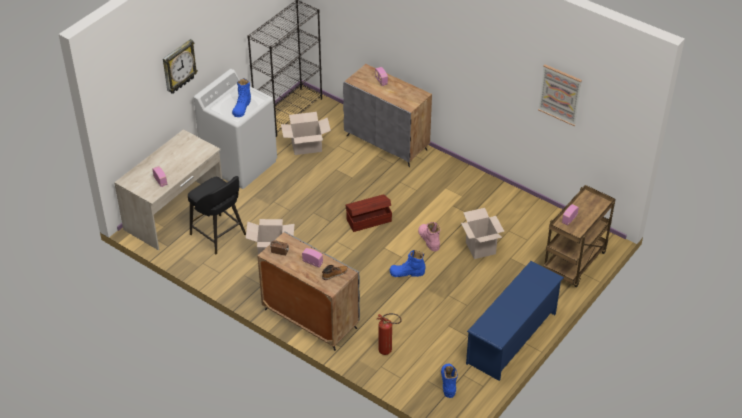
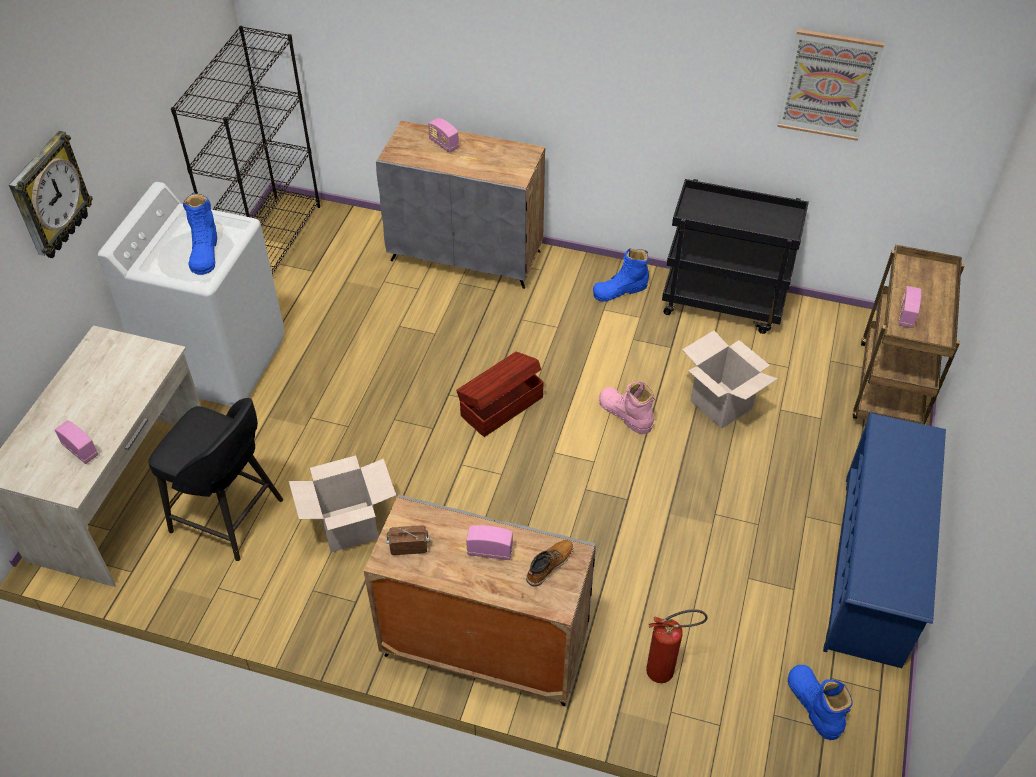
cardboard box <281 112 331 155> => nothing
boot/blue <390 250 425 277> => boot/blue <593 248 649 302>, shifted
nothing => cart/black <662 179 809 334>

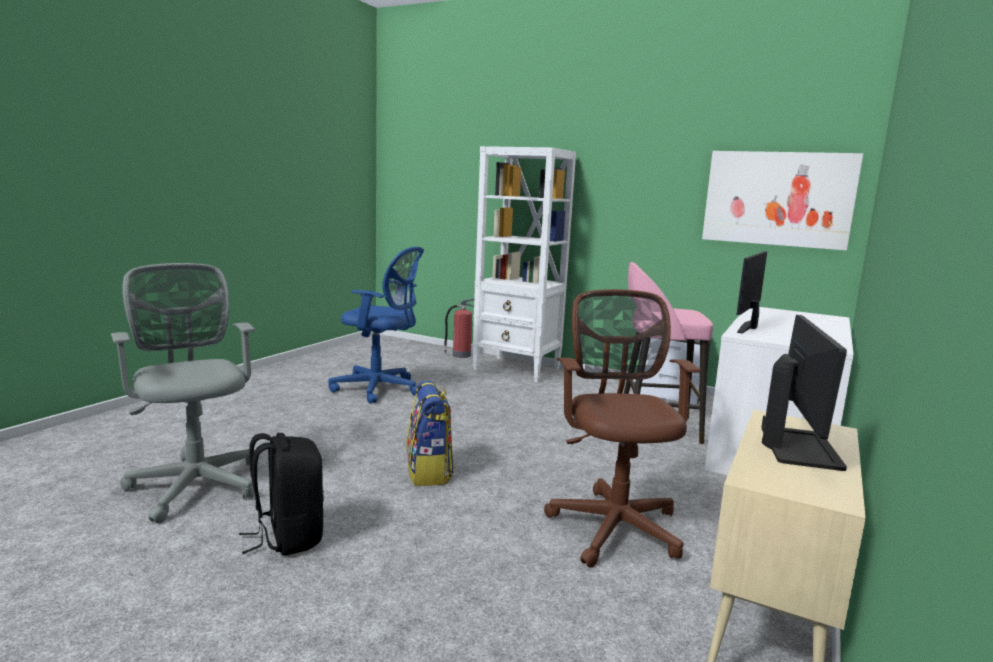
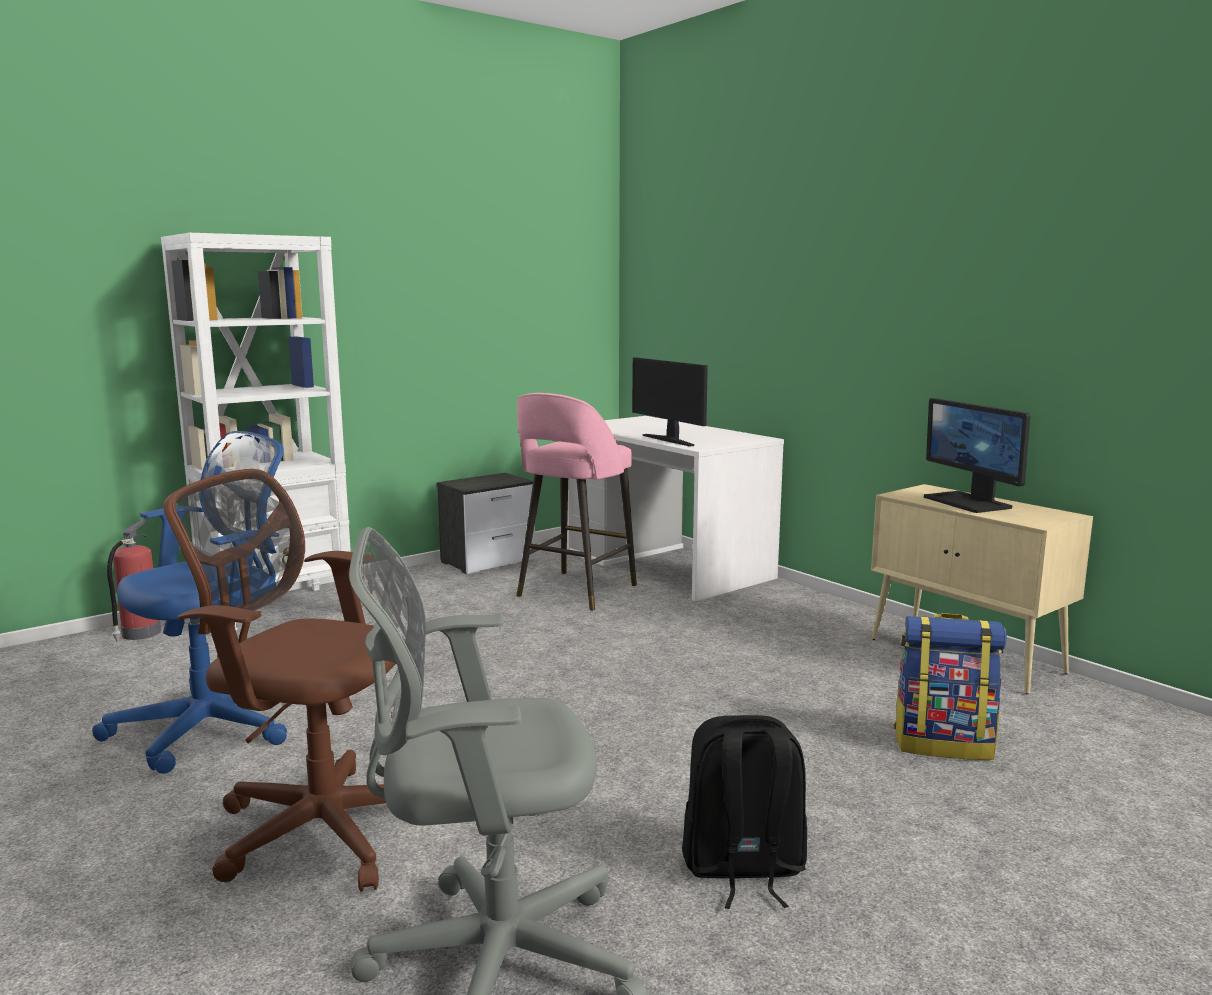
picture <702 151 863 250> => nothing
office chair/brown <544 289 701 568> => office chair/brown <164 469 395 892>, shifted
monitor <761 315 847 471> => monitor <924 398 1030 513>, 150 degrees counterclockwise
backpack <406 380 454 486> => backpack <894 613 1007 760>, shifted

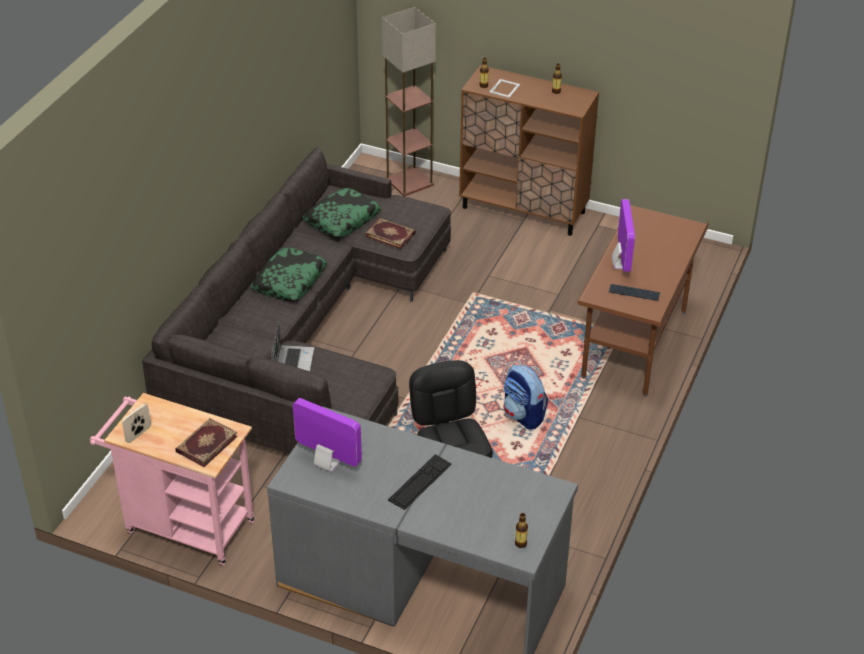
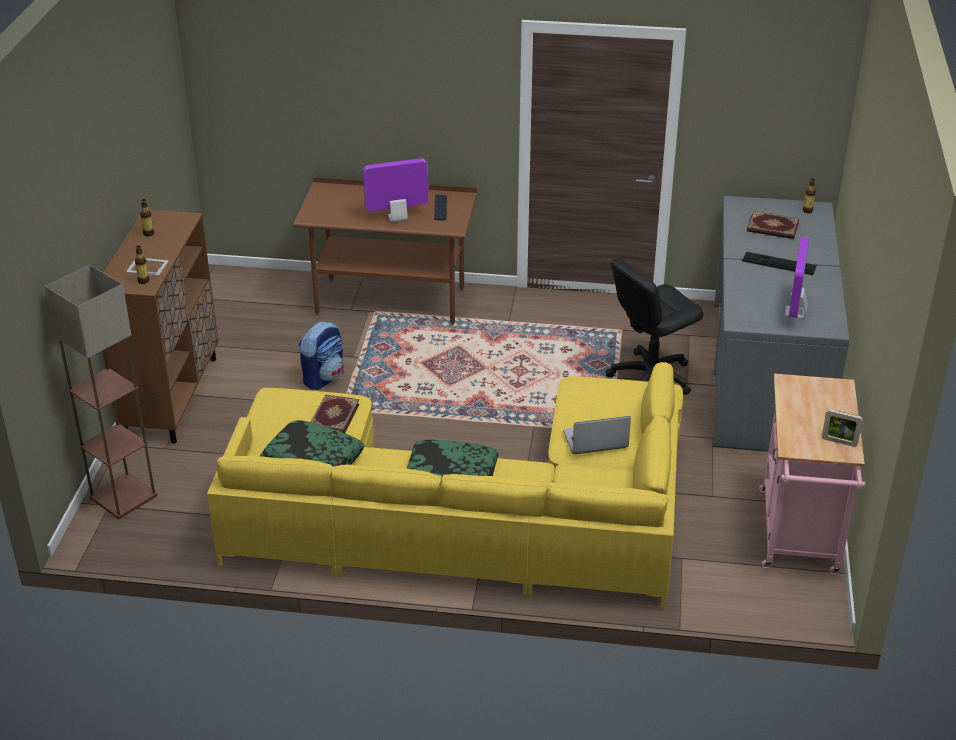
sofa/grey <142 147 451 454> => sofa/yellow <207 362 683 608>
backpack <504 364 548 429> => backpack <299 322 343 390>, shifted
book <175 418 237 467> => book <747 211 800 239>, shifted

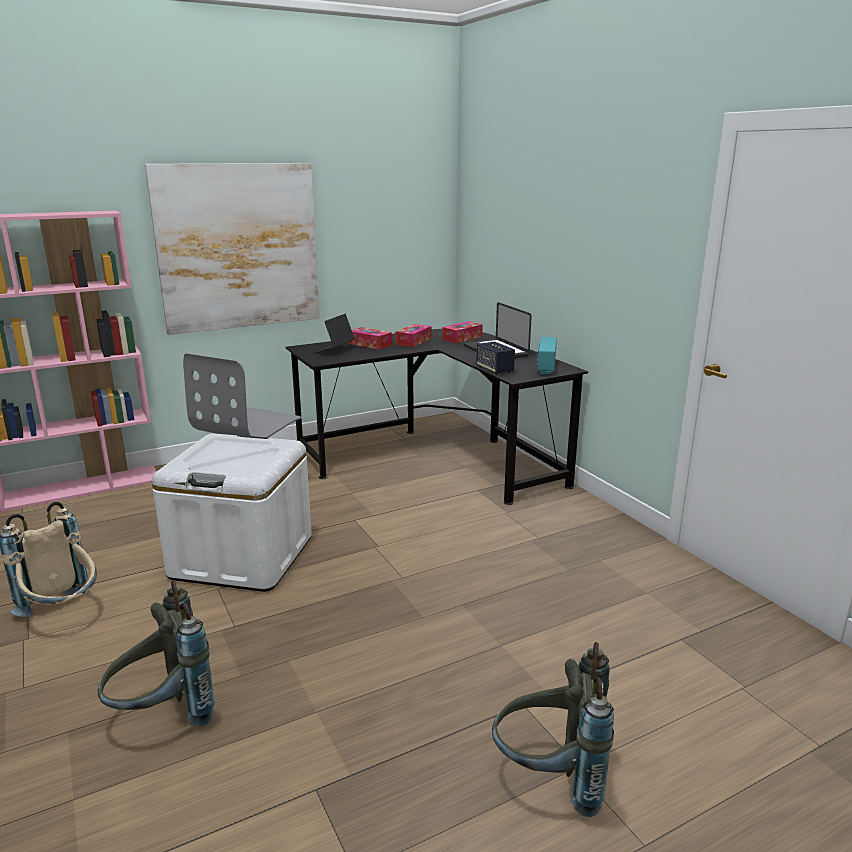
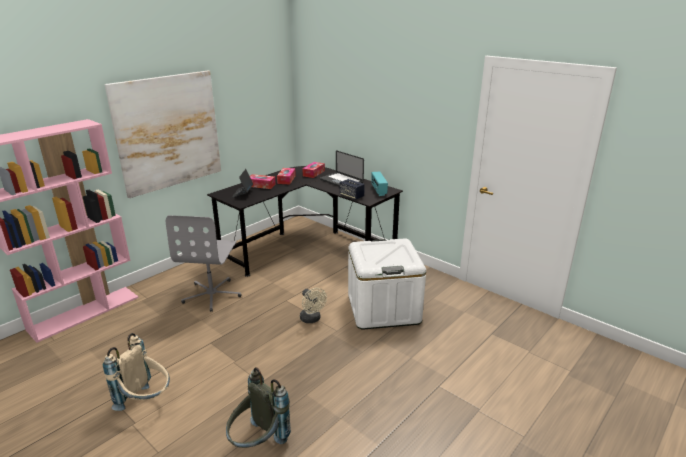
storage box/white <152 433 312 592> => storage box/white <348 238 426 330>, shifted
backpack/grey <492 642 614 817> => nothing
nothing => fan/beige <300 288 327 323>

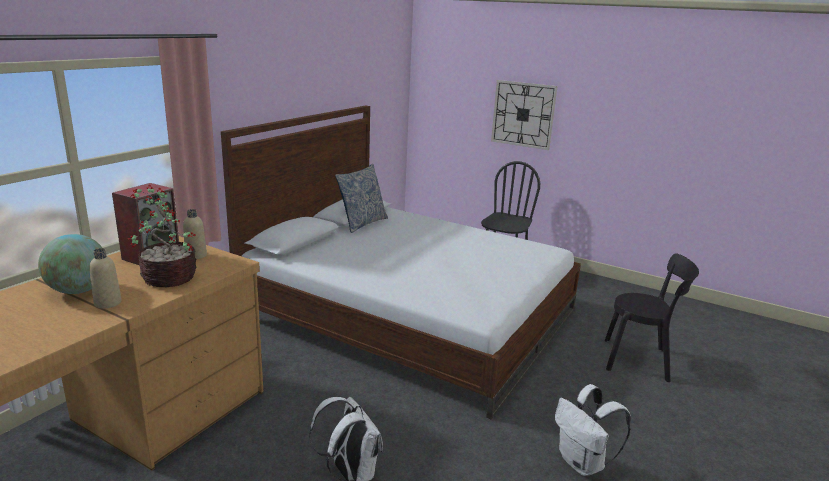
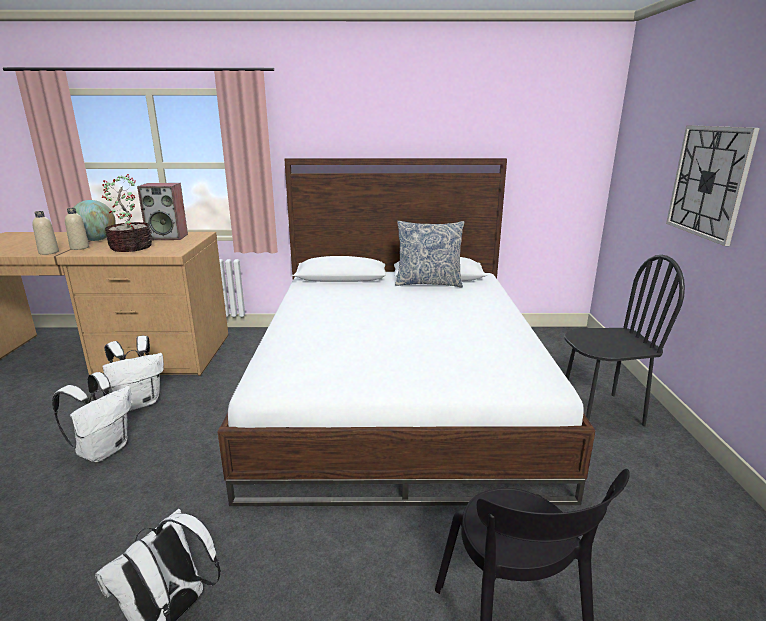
bottle/beige <183 209 207 259> => bottle/beige <32 211 59 255>, shifted
nothing => backpack/white <102 336 164 411>

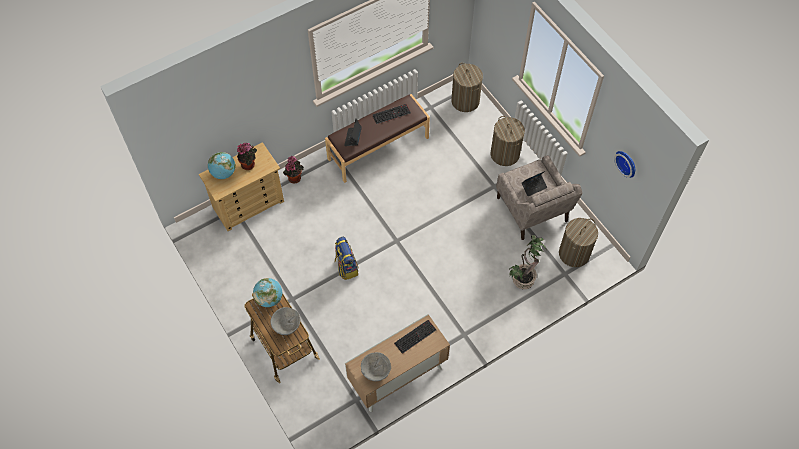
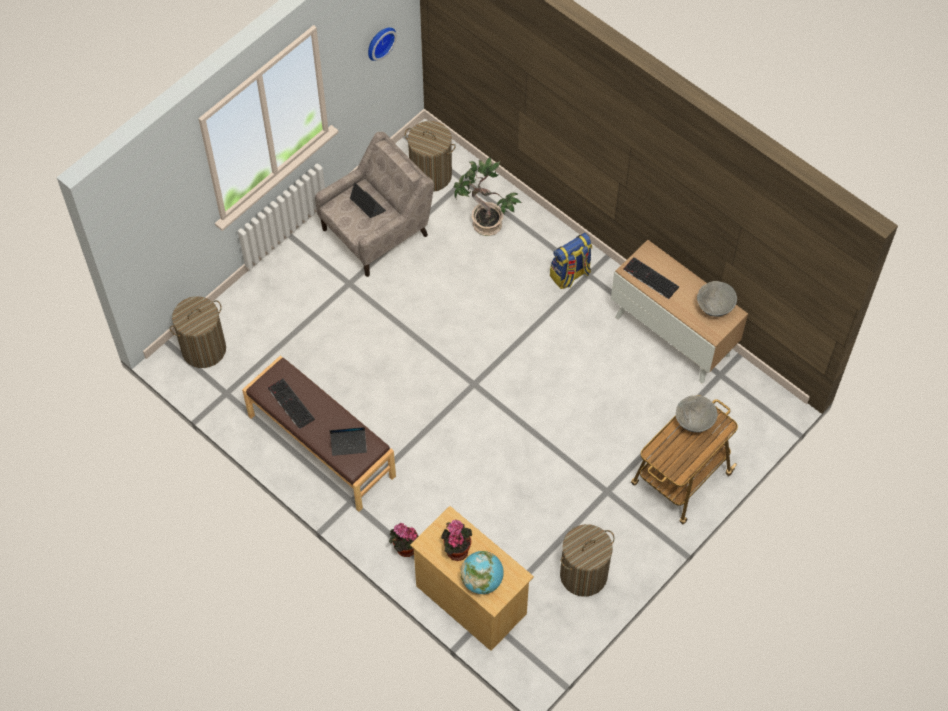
laundry basket <491 116 525 166> => laundry basket <560 524 615 597>, shifted
backpack <335 237 358 280> => backpack <550 233 592 289>, shifted
globe <253 278 282 307> => nothing

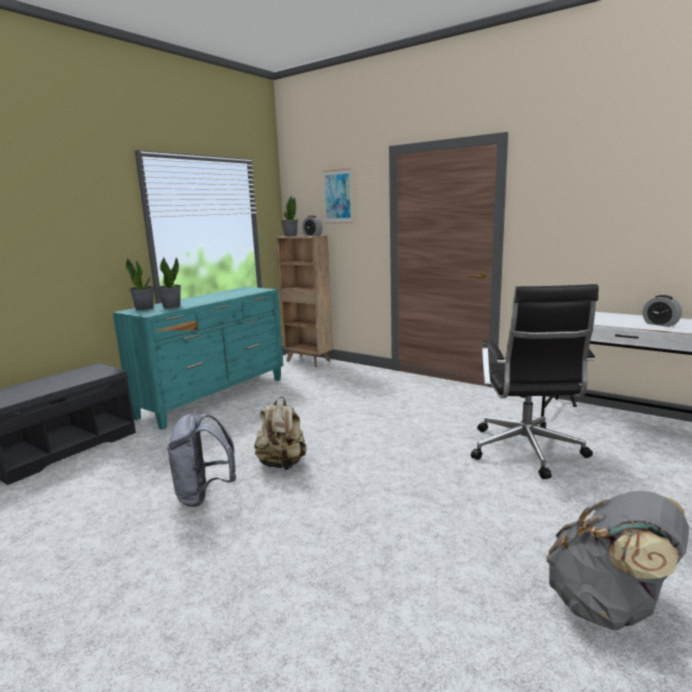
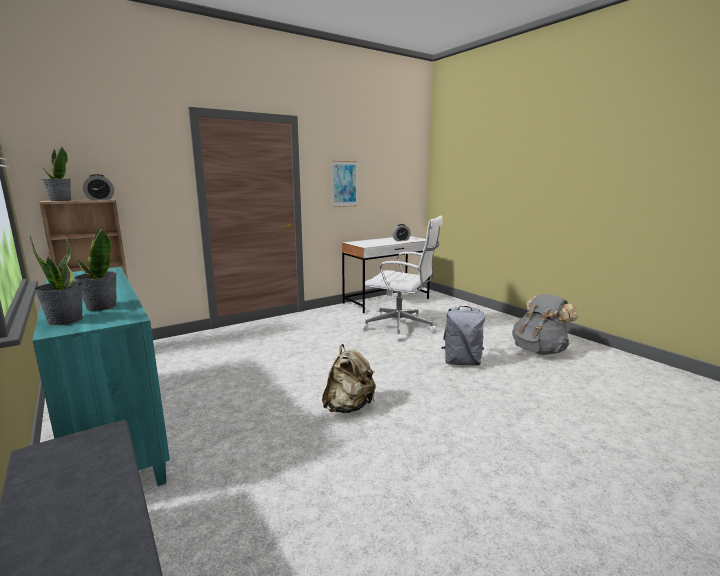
picture <323 168 353 224> => picture <332 161 357 207>, shifted
office chair/black <471 284 599 479> => office chair/white <361 216 443 341>
backpack/grey <167 414 236 507> => backpack/grey <441 306 485 366>, shifted

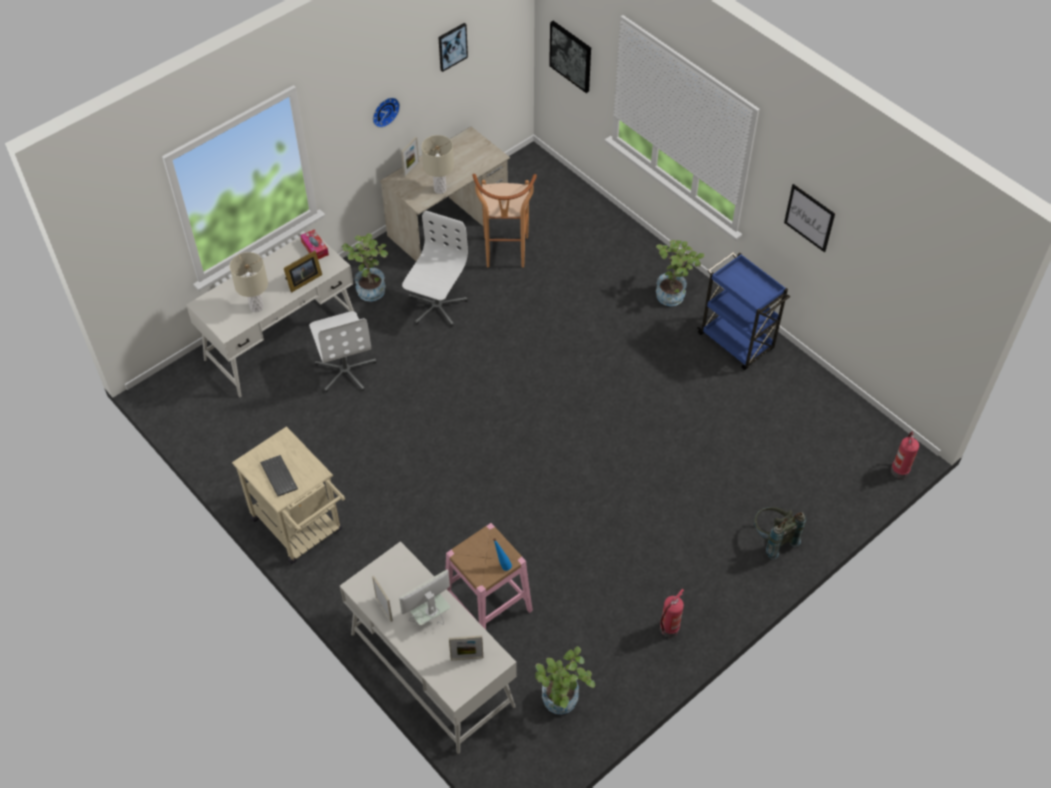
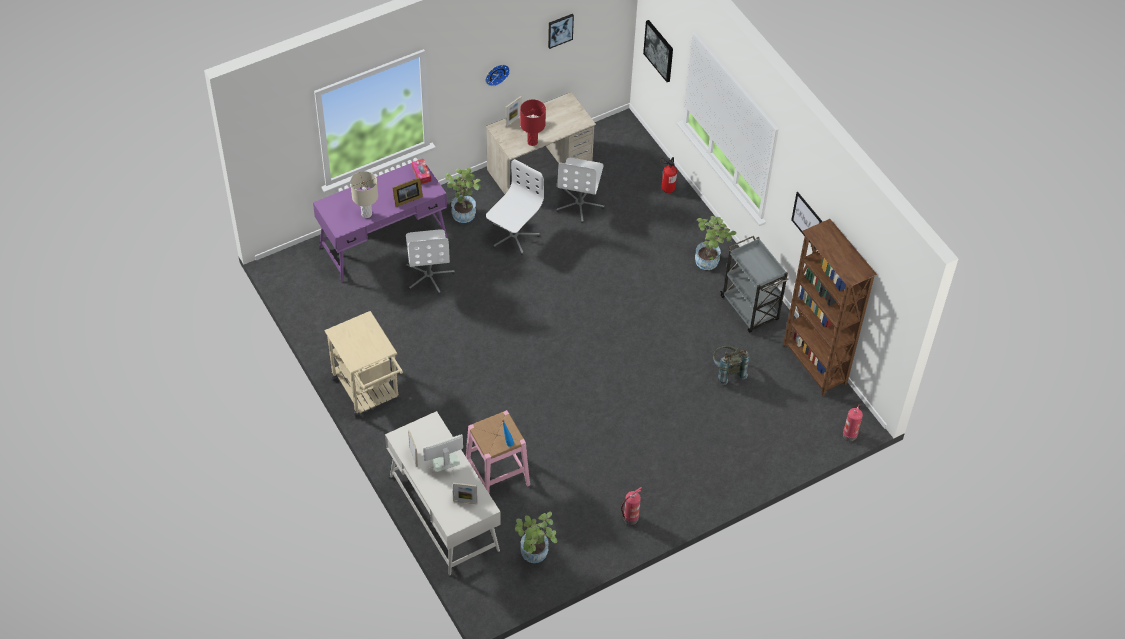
table lamp/beige <421 135 454 194> => table lamp/red <520 100 546 146>
stool/brown <472 174 537 268> => office chair/white <556 158 605 223>
desk/white <186 230 354 398> => desk/purple <313 159 447 282>
cart/blue <697 252 790 370> => cart/grey <720 236 788 333>
keyboard <260 455 298 496> => nothing
backpack/grey <754 507 806 560> => backpack/grey <713 346 749 385>, shifted
nothing => fire extinguisher <660 156 677 193>
nothing => bookcase/brown <783 219 877 396>

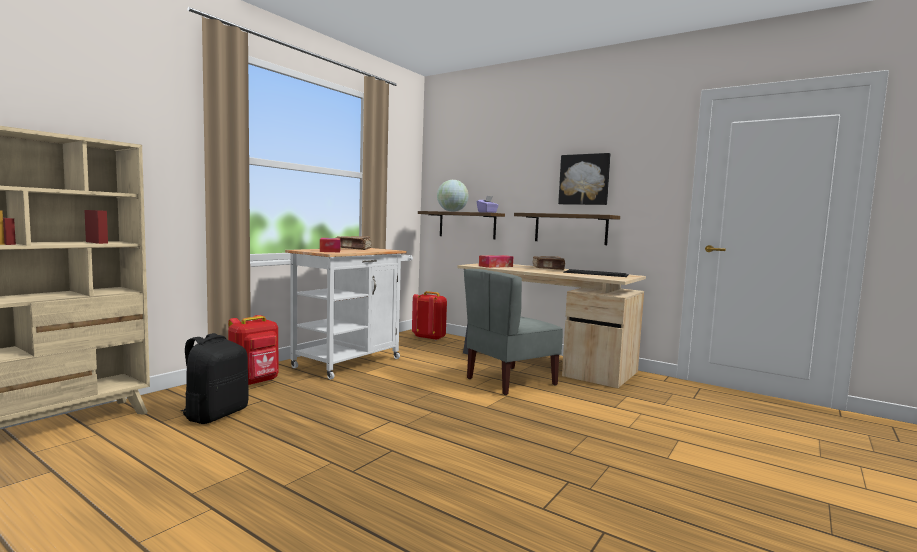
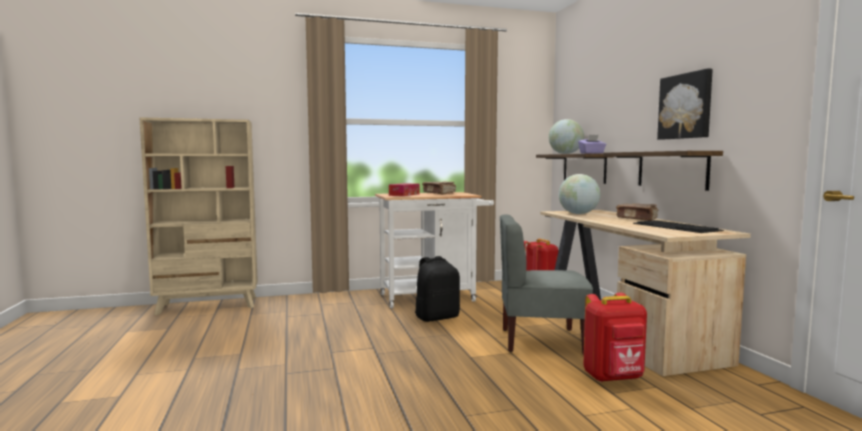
tissue box <479 255 513 268> => globe <559 174 600 214>
backpack/red <228 315 278 385> => backpack/red <583 293 647 382>, shifted
backpack/black <181 333 249 424> => backpack/black <415 256 460 322>, shifted

